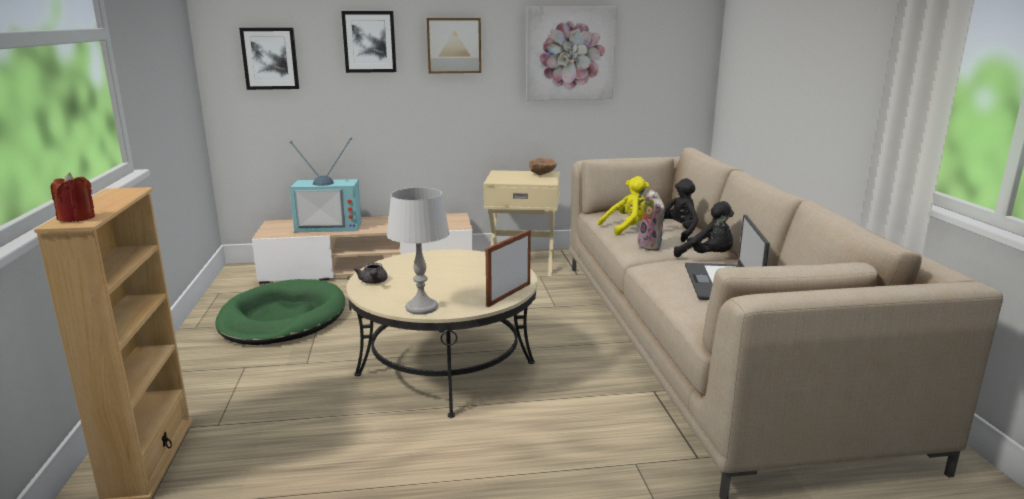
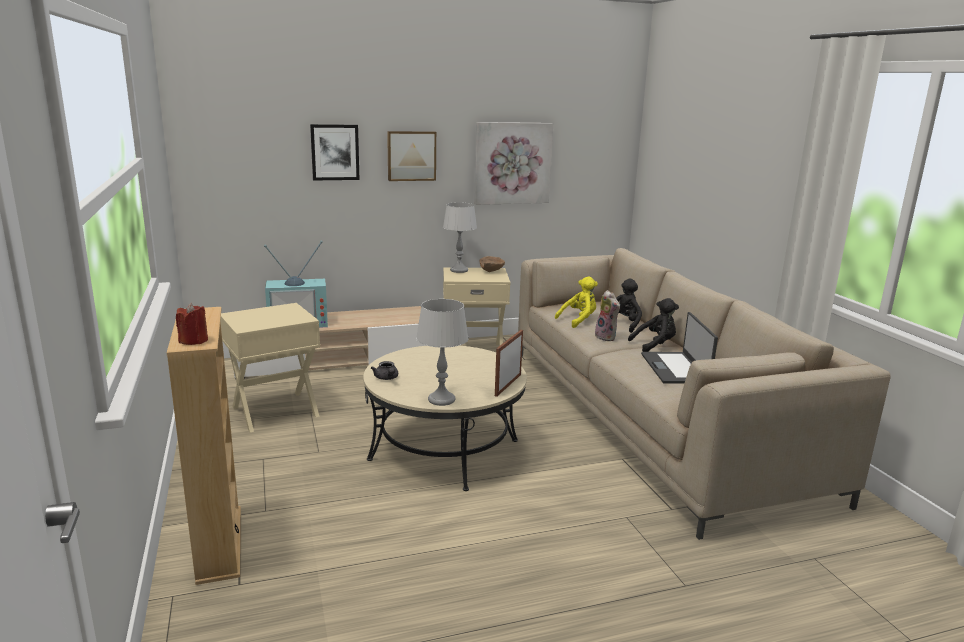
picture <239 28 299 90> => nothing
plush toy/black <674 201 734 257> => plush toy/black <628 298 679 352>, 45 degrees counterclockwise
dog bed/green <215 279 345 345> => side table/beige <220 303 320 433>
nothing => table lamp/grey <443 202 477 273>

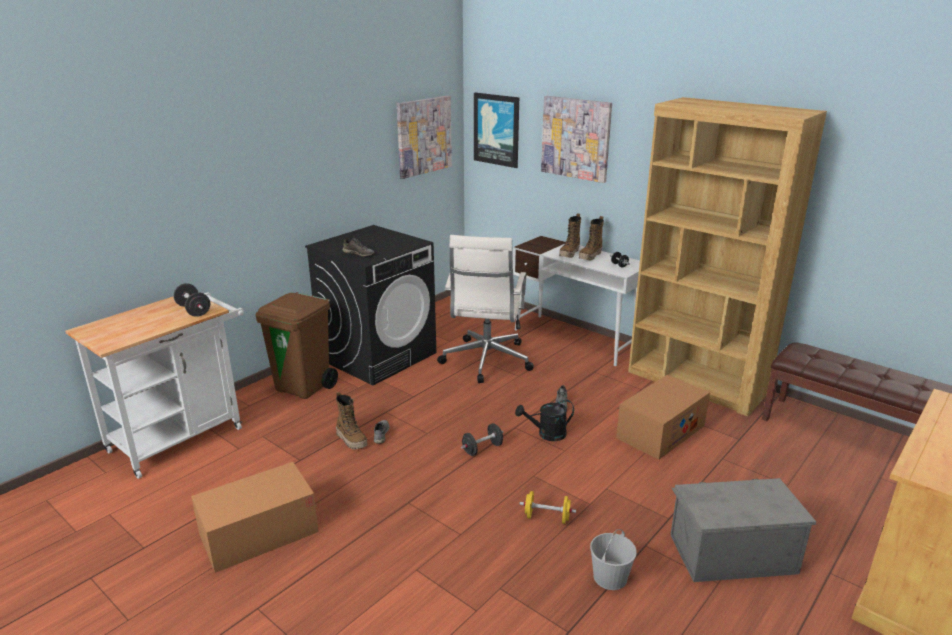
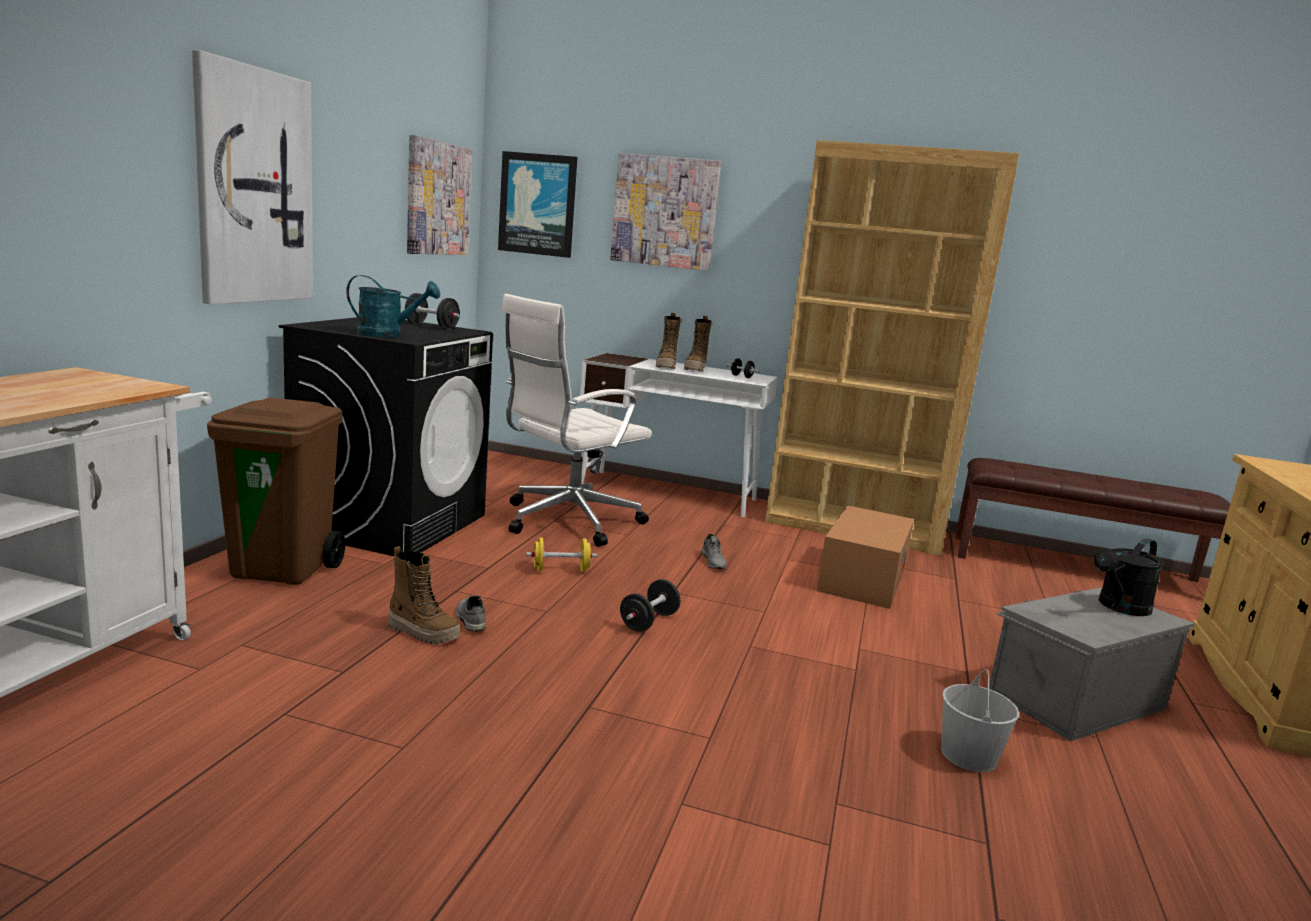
office chair/white <437 235 534 383> => office chair/white <501 294 652 547>, 60 degrees clockwise
shoe/grey <342 238 375 257> => watering can/turquoise <346 275 440 337>
dumbbell/black <173 283 210 317> => dumbbell/black <405 293 460 330>, shifted
watering can/black <515 400 574 441> => watering can/black <1094 538 1164 616>, shifted
cardboard box <191 462 319 573> => nothing
dumbbell/yellow <519 491 576 524> => dumbbell/yellow <526 538 597 572>, shifted
nothing => picture <192 50 313 304>

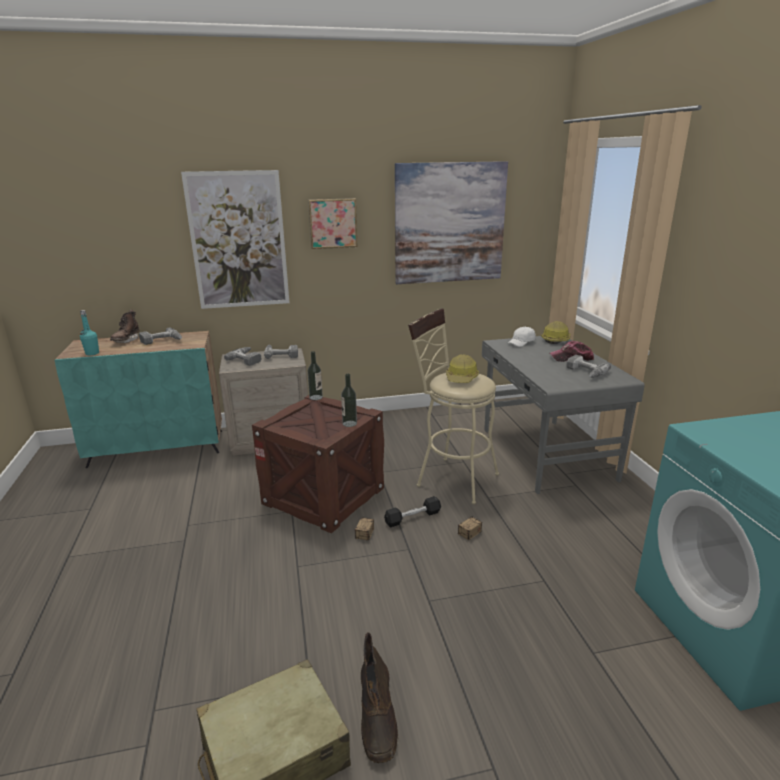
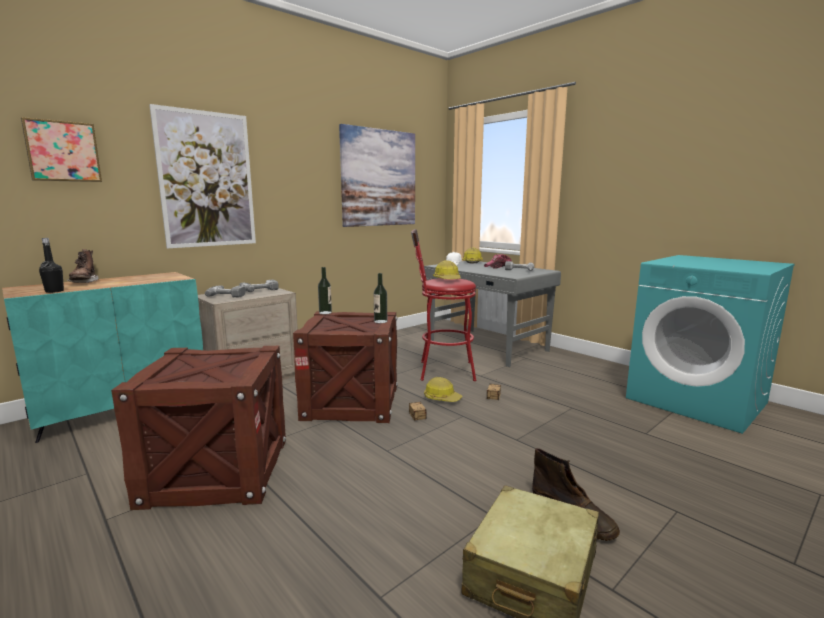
picture <308 198 358 249> => picture <21 117 102 182>, shifted
stool/beige <408 308 499 504> => stool/red <411 229 476 381>
bottle/turquoise <80 310 99 355> => bottle/black <39 238 64 293>
power drill <139 327 182 345> => nothing
dumbbell/black <384 496 441 527> => hard hat <424 377 463 402>
nothing => crate <111 346 286 510>

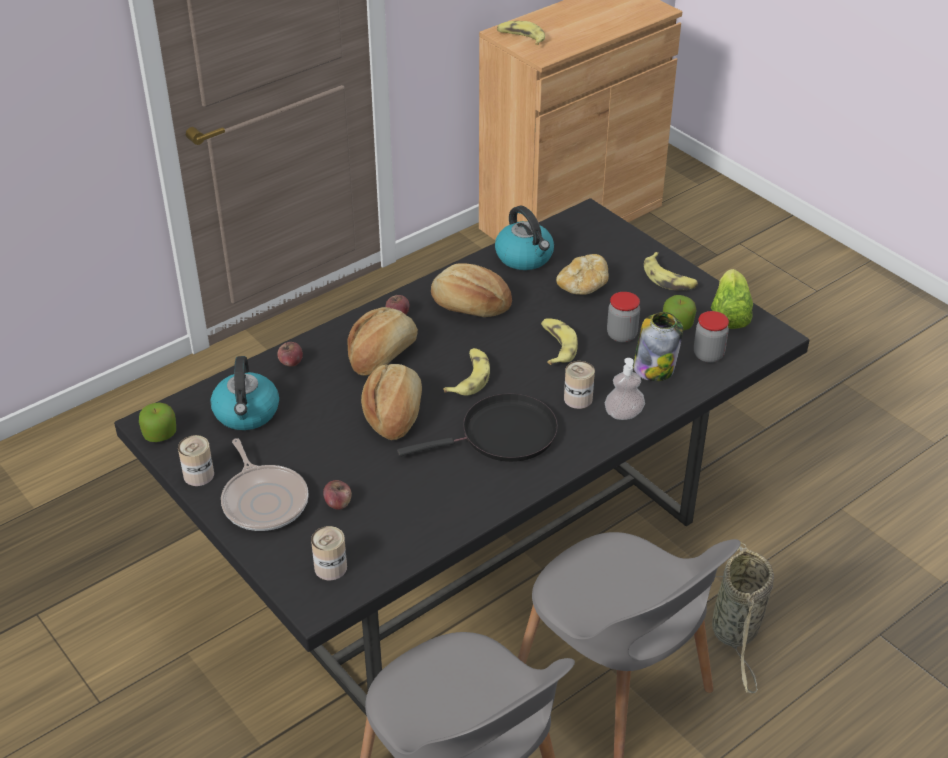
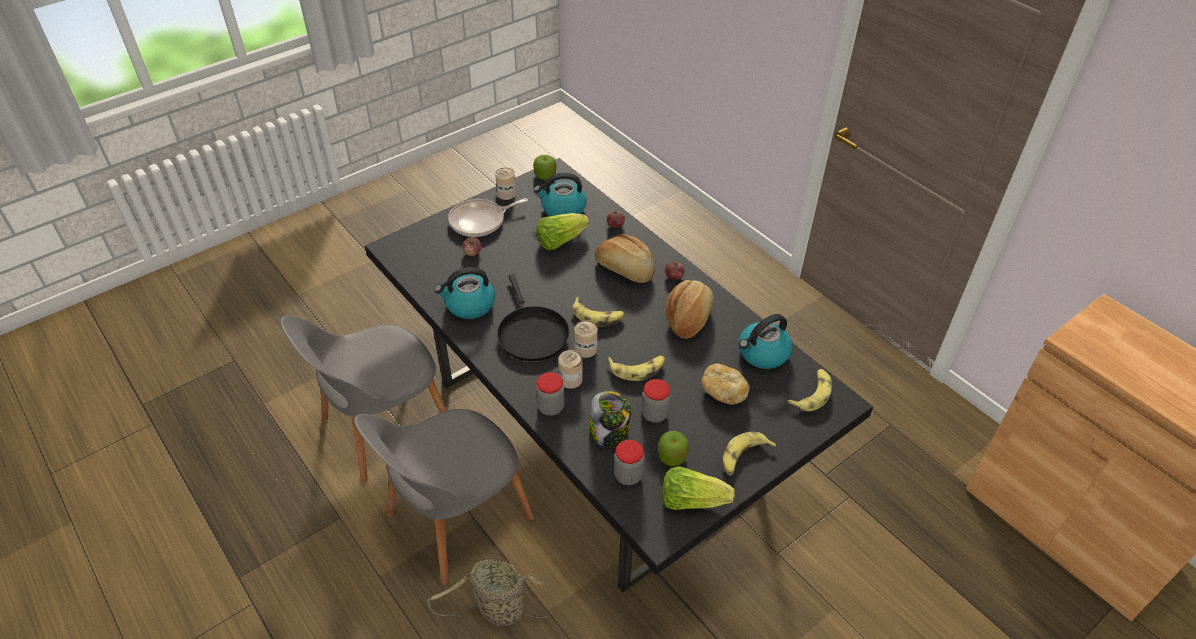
banana <497 21 545 45> => banana <788 369 832 411>, shifted
soap dispenser <605 358 645 420> => jar <536 372 565 416>
bread <361 364 422 440> => nothing
can <311 526 347 580> => can <574 320 597 358>, shifted
nothing => lettuce <536 213 589 251>
nothing => kettle <435 267 495 319>

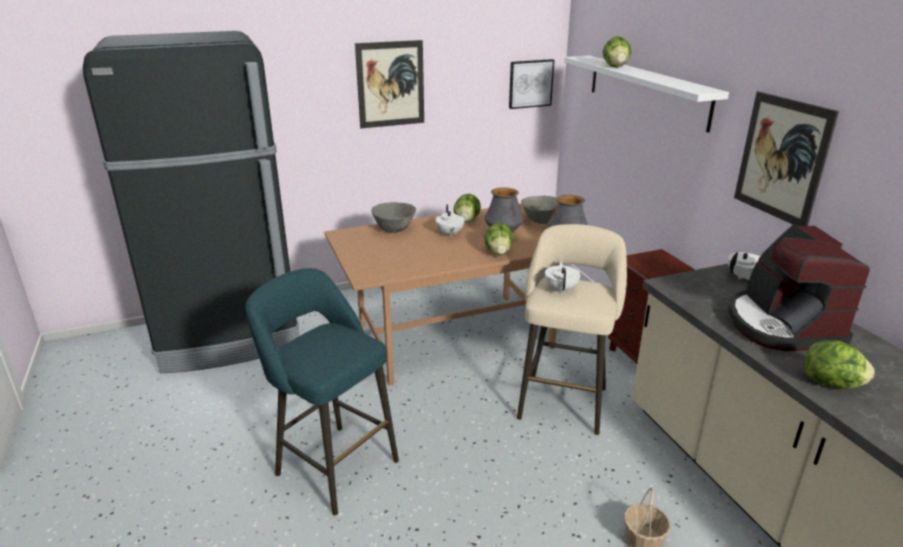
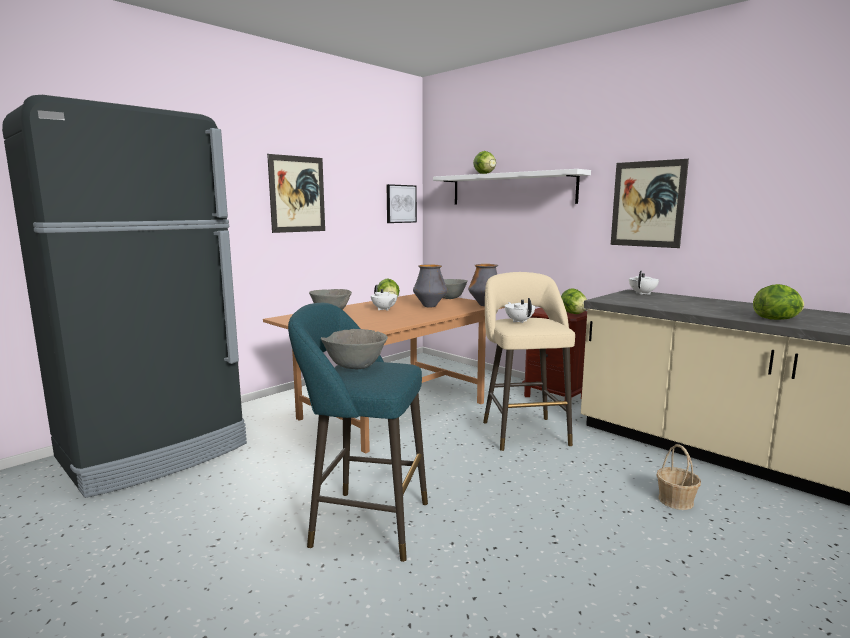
lettuce <484 222 514 256> => lettuce <561 288 587 314>, shifted
coffee machine <728 225 870 351> => nothing
nothing => bowl/grey <321 329 388 369>

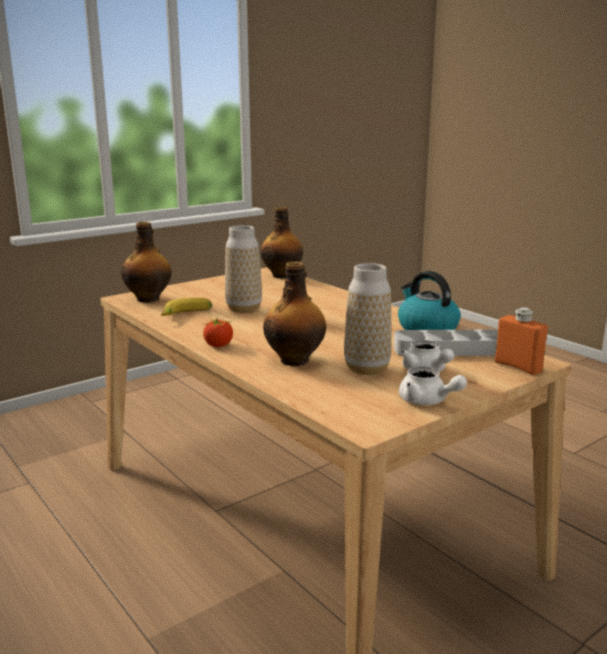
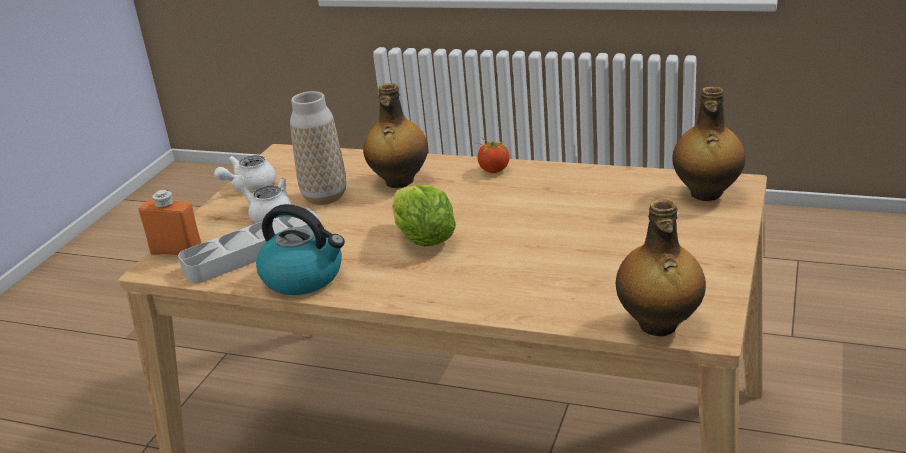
vase <225 225 262 313> => nothing
banana <161 298 212 316> => nothing
teapot/white <399 366 467 405> => teapot/white <214 155 276 190>, 60 degrees counterclockwise
nothing => lettuce <392 185 456 247>

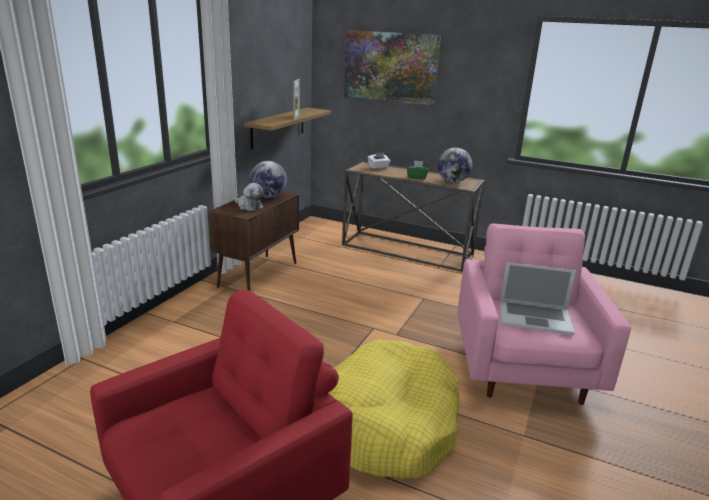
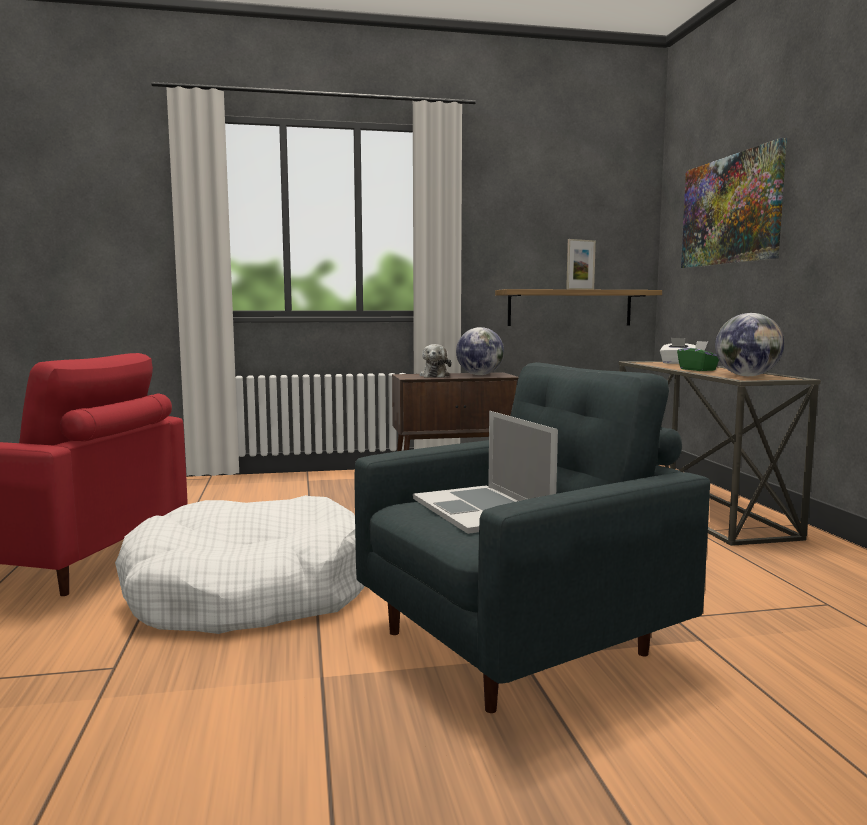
armchair/pink <457 223 631 405> => armchair/grey <355 362 710 713>
dog bed/yellow <329 339 459 480> => dog bed/white <115 495 365 634>

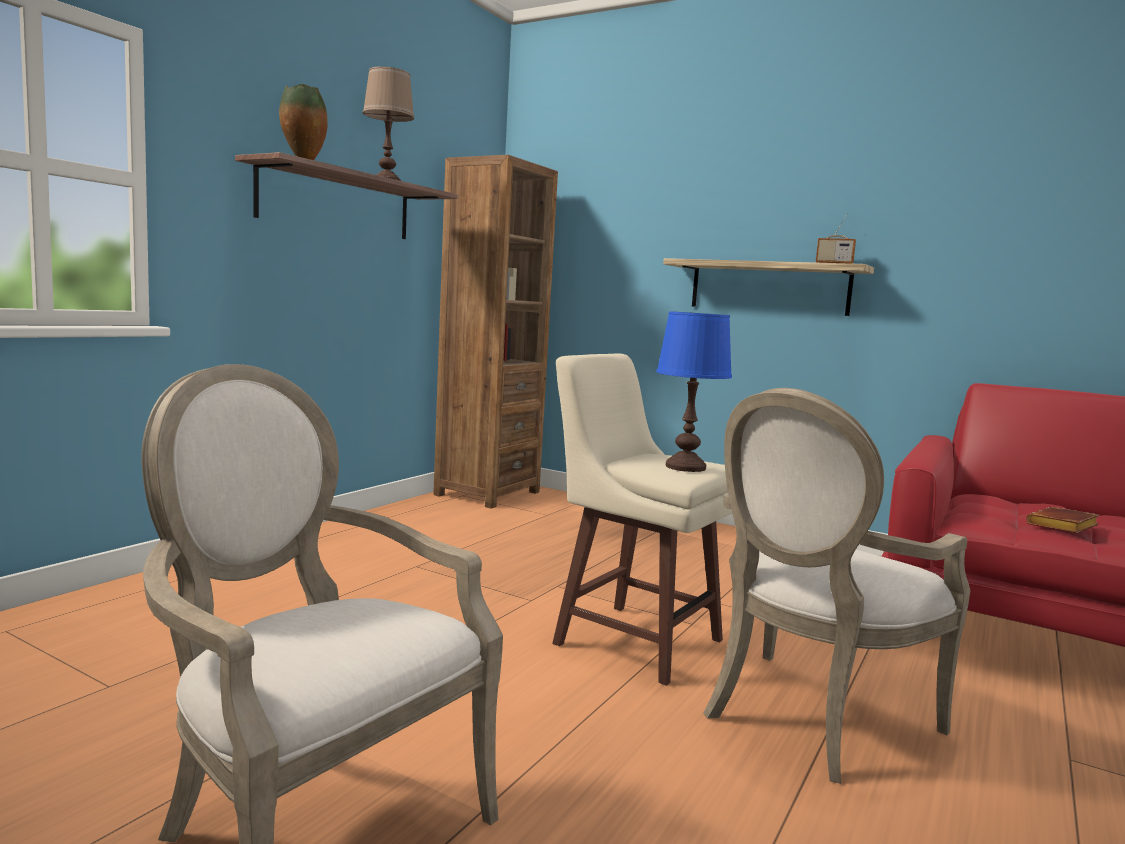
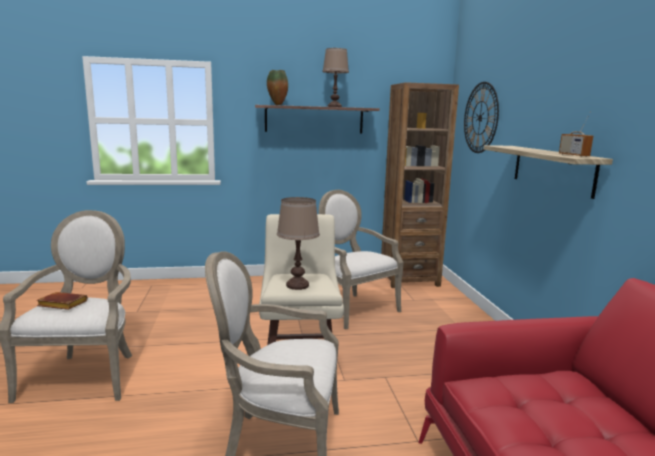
table lamp/blue <656 311 732 472> => table lamp/brown <277 197 320 290>
book/brown <1026 507 1099 533> => book/brown <36 292 88 310>, shifted
nothing => wall clock <464 82 499 153>
nothing => armchair <319 190 404 330>

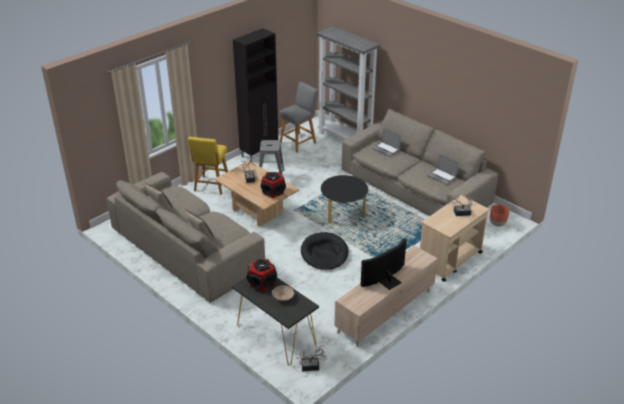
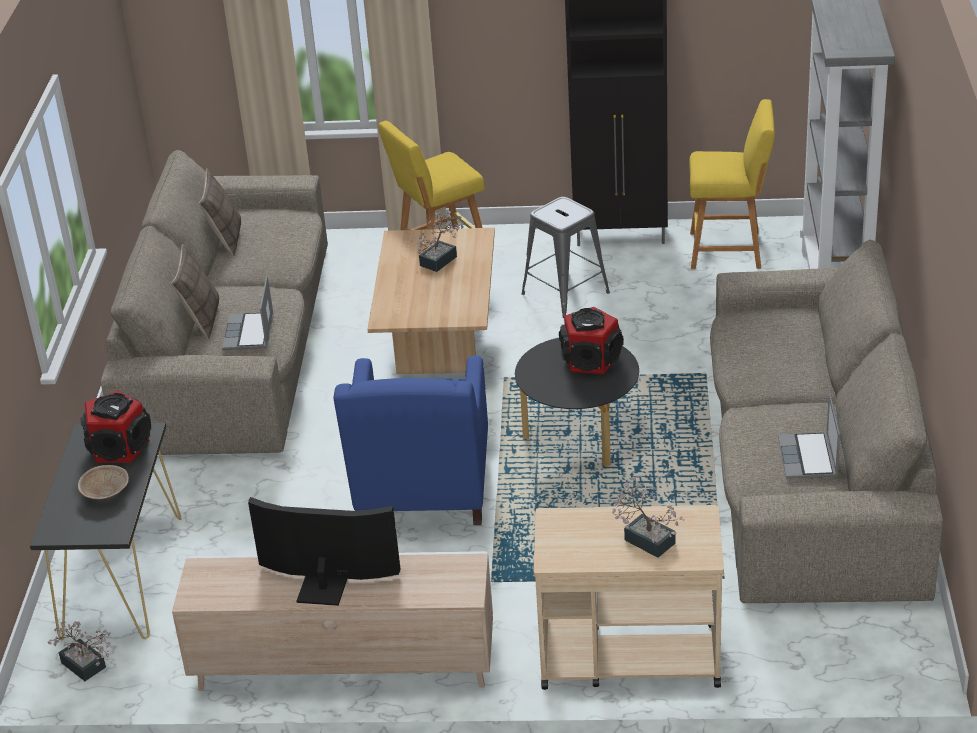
stool/grey <279 82 318 152> => stool/yellow <689 99 775 269>
laptop <372 128 401 157> => laptop <222 276 274 350>, shifted
speaker <261 172 286 198> => speaker <559 307 624 374>, shifted
planter/brown <490 204 509 227> => nothing
dog bed/black <301 232 349 270> => armchair/blue <333 356 488 525>

